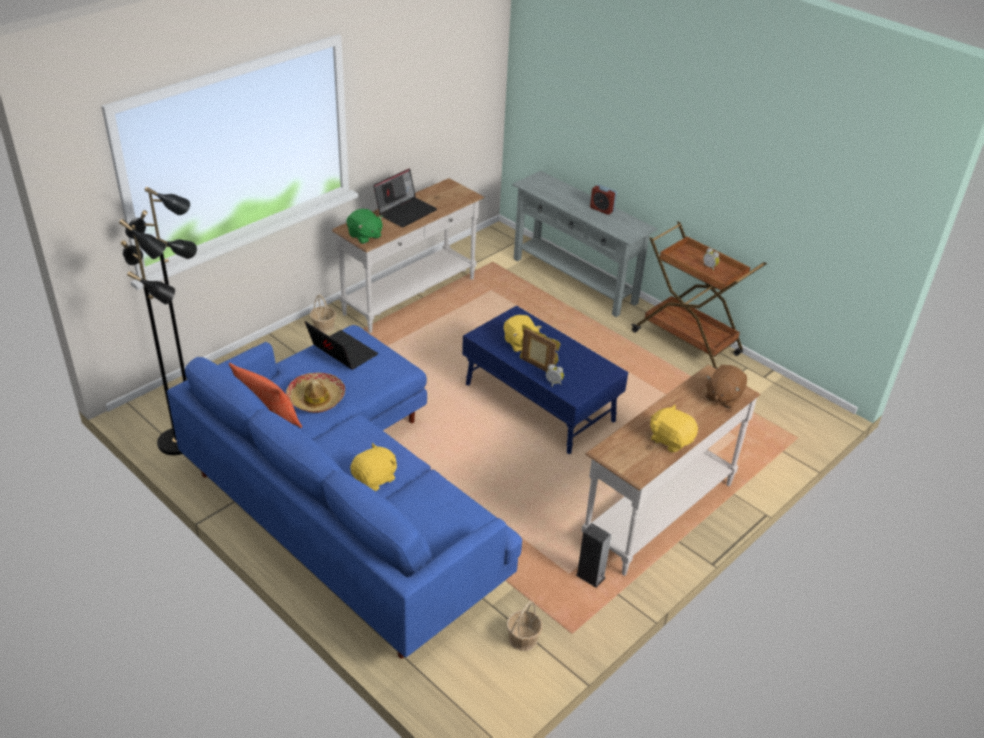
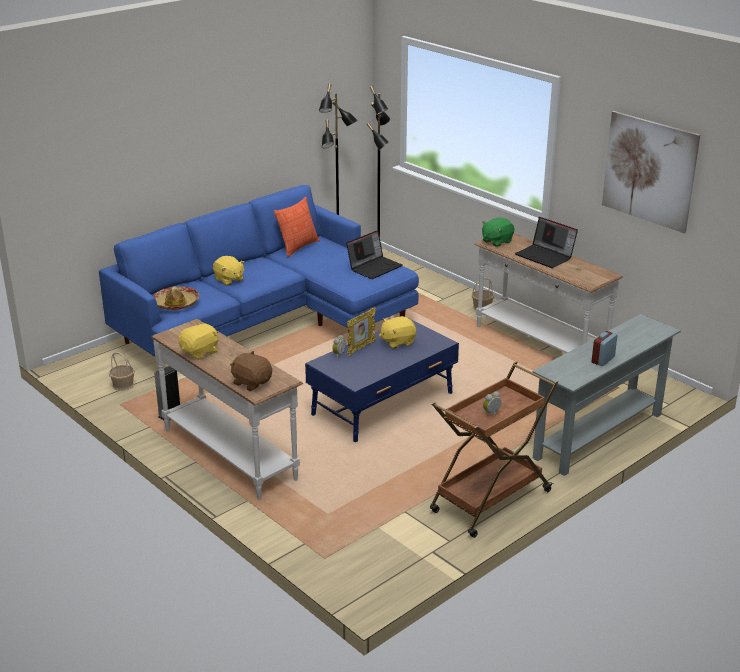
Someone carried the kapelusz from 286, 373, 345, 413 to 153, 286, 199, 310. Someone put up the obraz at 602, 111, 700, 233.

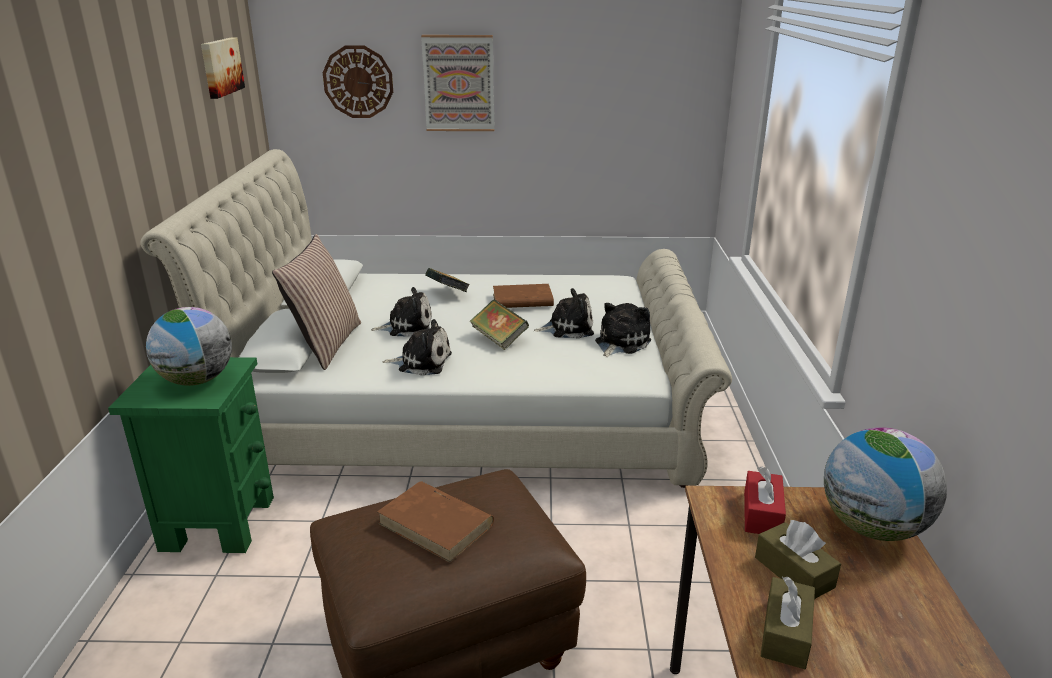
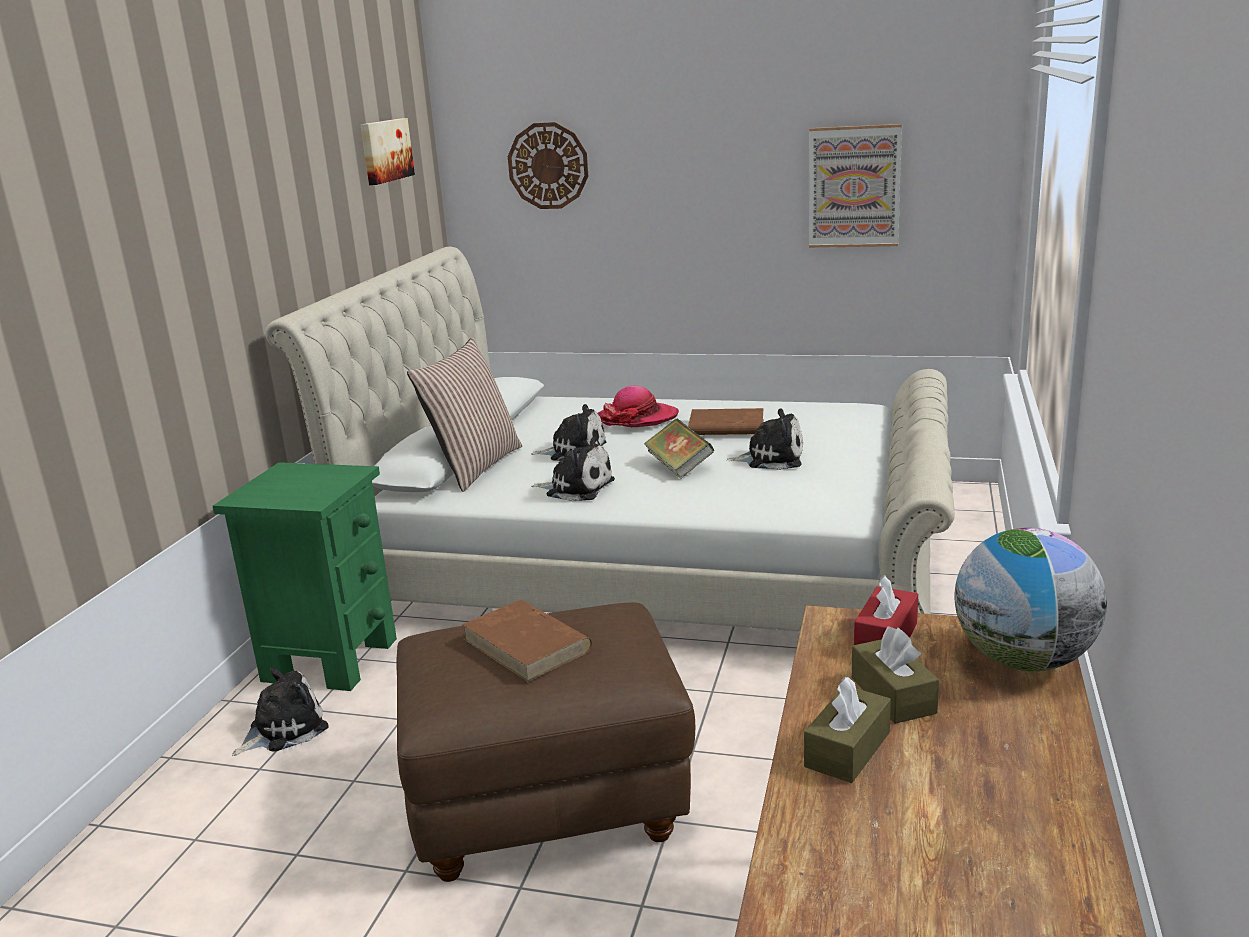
Someone carried the pluszak from 595, 303, 651, 357 to 232, 667, 329, 756. Someone swapped the książka at 425, 268, 470, 292 for the kapelusz at 598, 386, 679, 427. Someone carried the obraz from 421, 35, 495, 131 to 809, 124, 902, 248. Someone took away the globus at 146, 307, 232, 386.

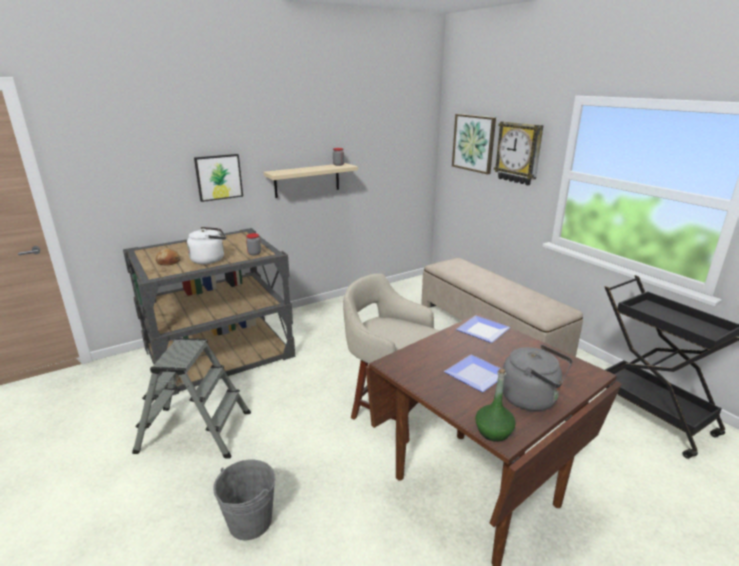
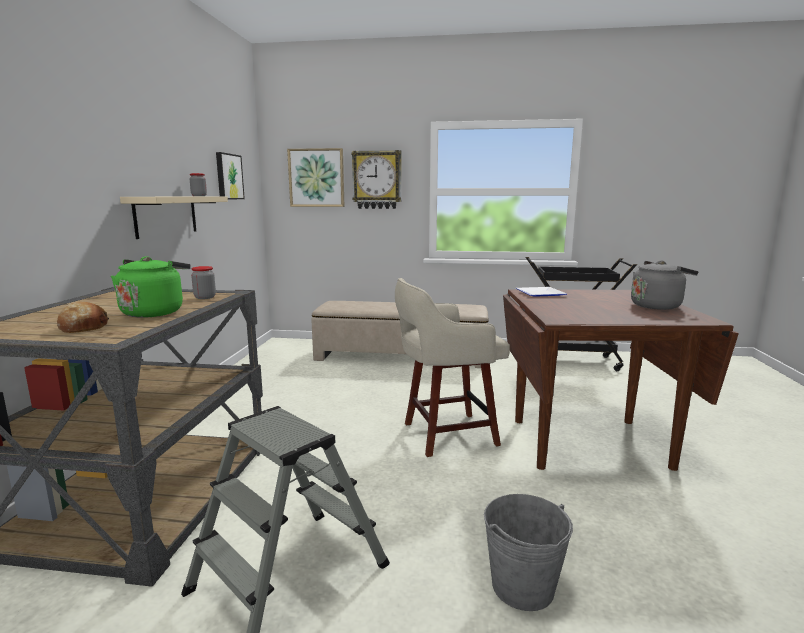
Someone repainted the czajnik (biały) at 187, 227, 226, 264, which became the czajnik (zielony) at 111, 256, 191, 318. Someone carried the obraz from 194, 154, 243, 202 to 216, 152, 245, 200. Someone took away the talerz at 444, 354, 501, 392. Someone took away the butelka (zielony) at 475, 369, 516, 442.

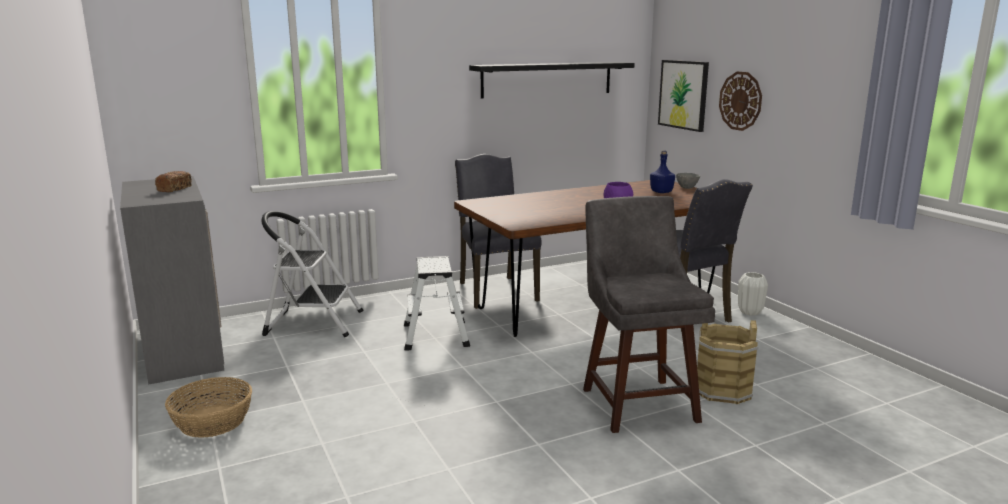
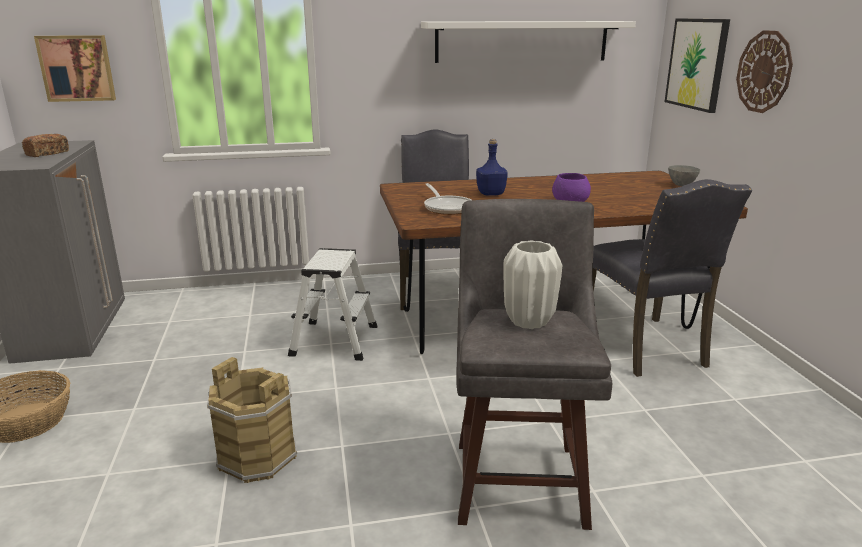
Someone put up the obraz at 34, 35, 116, 102. Someone carried the wiadro (brązowy) from 697, 320, 758, 404 to 207, 357, 297, 483. Someone repainted the półka (czarny) at 469, 62, 635, 99, which became the półka (biały) at 421, 21, 636, 63. Someone put down the patelnia at 424, 183, 471, 215. Someone carried the butelka (niebieski) from 650, 151, 675, 193 to 476, 139, 508, 196. Someone carried the wazon (biały) from 738, 272, 768, 316 to 503, 240, 562, 329. Someone took away the drabinka at 262, 211, 363, 337.

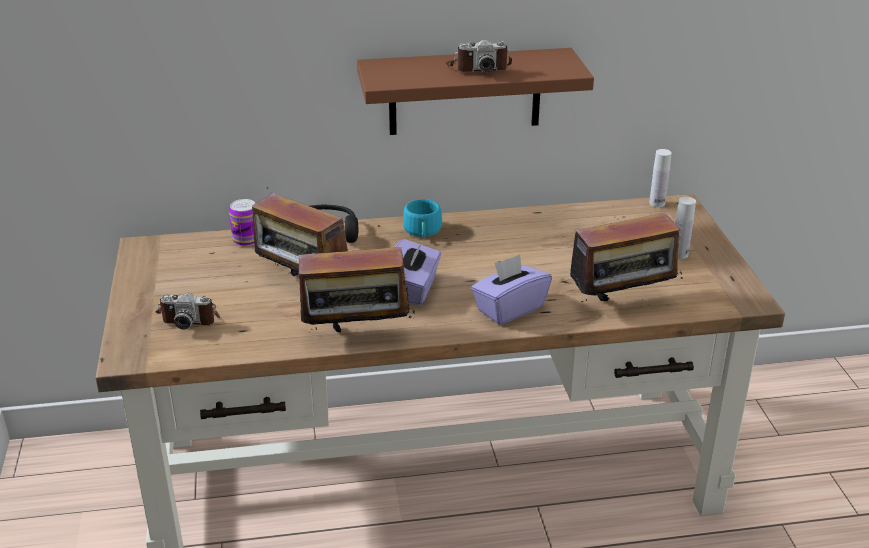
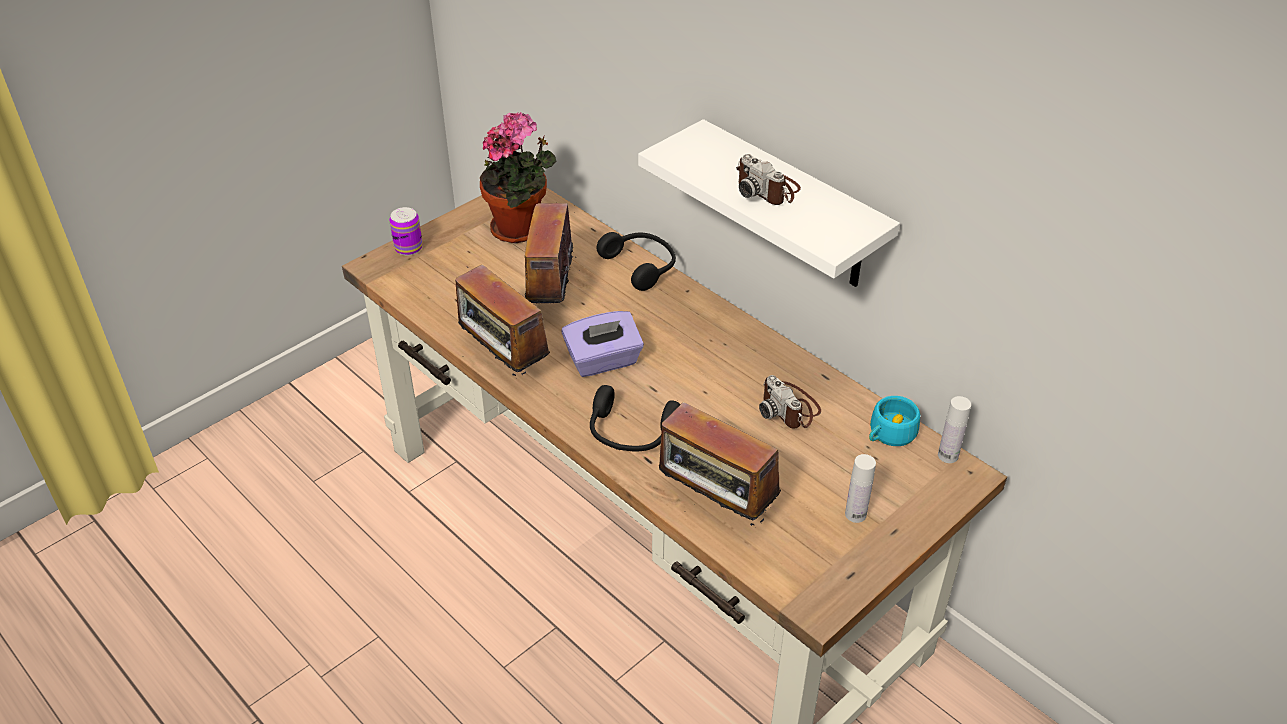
Someone carried the puszka from 229, 199, 255, 246 to 389, 207, 423, 255. Someone put down the roślina doniczkowa at 480, 112, 556, 243. Someone swapped the pudełko chusteczek (fioletowy) at 471, 254, 552, 325 for the słuchawki (czarny) at 590, 385, 680, 451. Someone repainted the półka (brązowy) at 357, 48, 594, 135, which became the półka (biały) at 638, 119, 900, 287. Someone carried the aparat fotograficzny from 155, 293, 220, 329 to 759, 375, 821, 429. Someone carried the filiżanka (turkusowy) from 403, 199, 442, 237 to 869, 396, 920, 446.

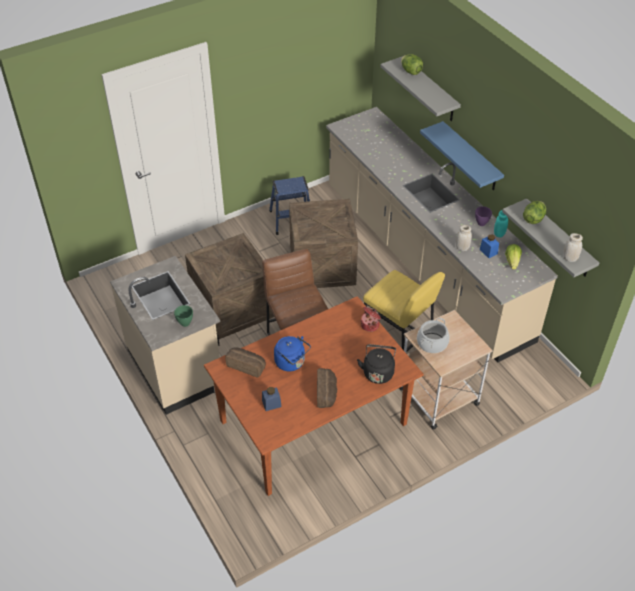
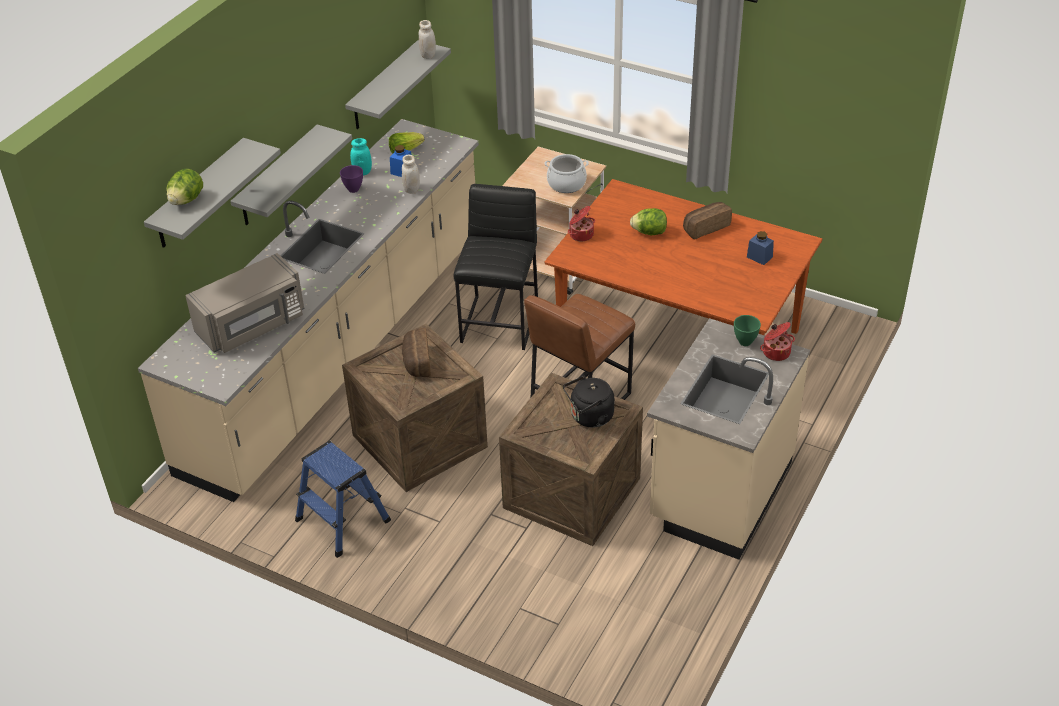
Someone put down the mikrofalówka (szary) at 185, 253, 304, 353. Someone repainted the półka (niebieski) at 420, 121, 504, 190, which became the półka (szary) at 230, 124, 352, 225. Someone carried the chleb from 225, 347, 266, 378 to 402, 328, 431, 377. Someone repainted the krzesło (żółty) at 363, 270, 445, 353, which became the krzesło (czarny) at 454, 184, 538, 350. Someone carried the czajnik (czarny) from 357, 344, 396, 384 to 563, 375, 614, 428. Someone carried the sałata from 523, 201, 546, 224 to 630, 208, 667, 235. Someone put down the garnek at 760, 322, 795, 361. Someone took away the czajnik (niebieski) at 274, 336, 311, 371.

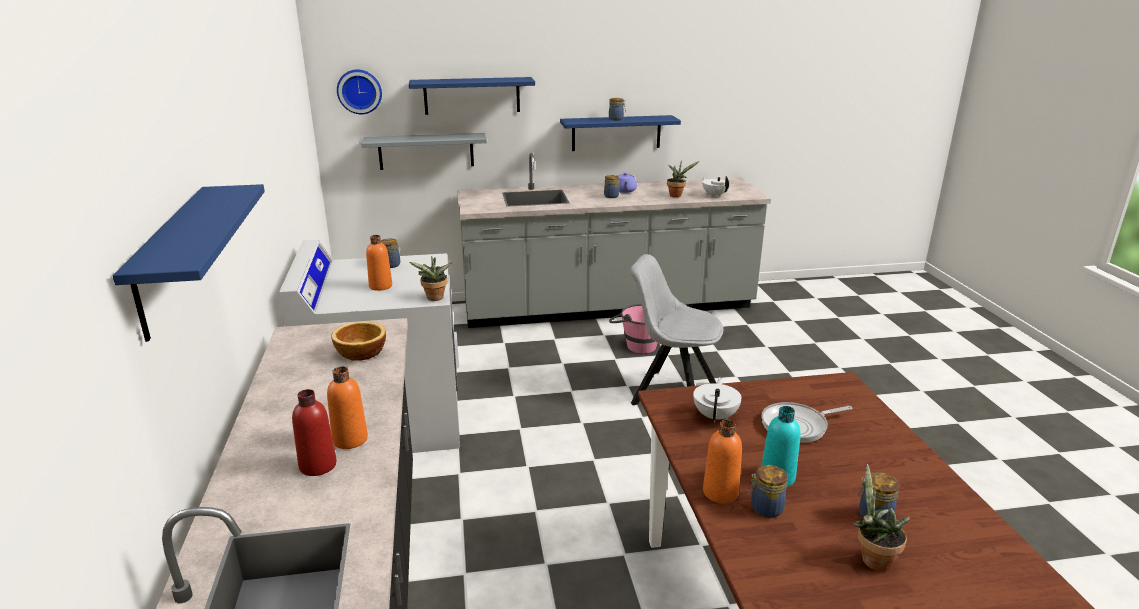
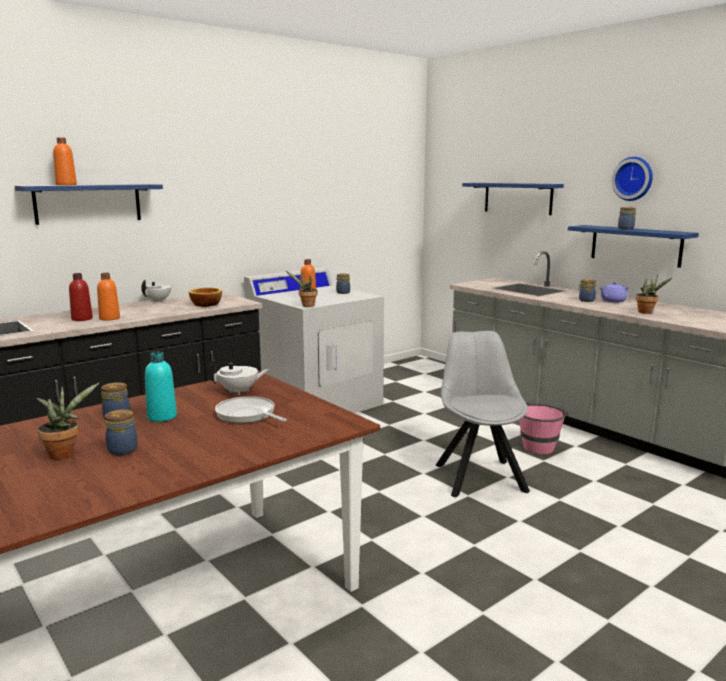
Someone carried the butelka (pomarańczowy) from 703, 420, 742, 503 to 53, 137, 77, 185. Someone carried the imbryk (biały) from 703, 176, 729, 197 to 141, 280, 173, 303. Someone carried the zegar ścienny from 337, 70, 382, 114 to 612, 157, 653, 201. Someone took away the półka (szary) at 362, 133, 487, 170.

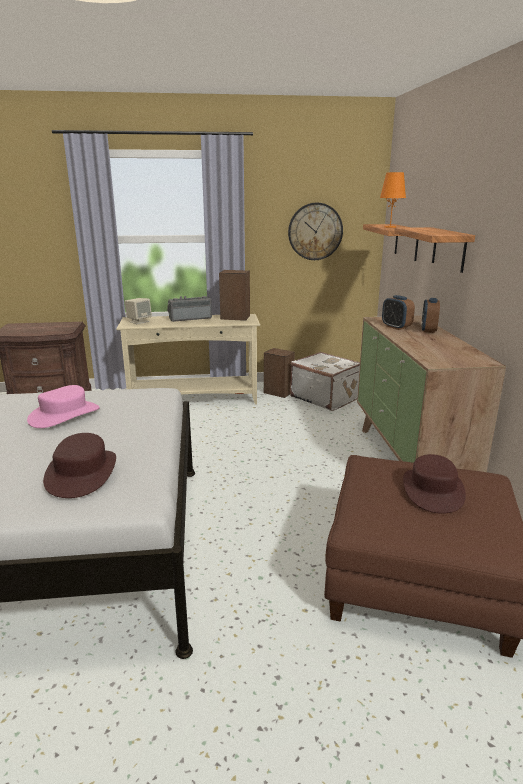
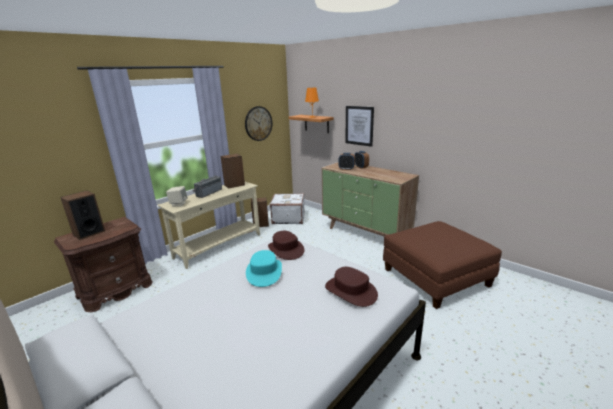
Someone put down the głośnik at 60, 191, 105, 240. Someone repainted the kapelusz (różowy) at 27, 385, 100, 428, which became the kapelusz (turkusowy) at 246, 250, 282, 287. Someone carried the kapelusz (brązowy) from 403, 454, 466, 514 to 268, 231, 305, 260. Someone swapped the półka at 394, 227, 475, 273 for the obraz at 345, 106, 374, 147.

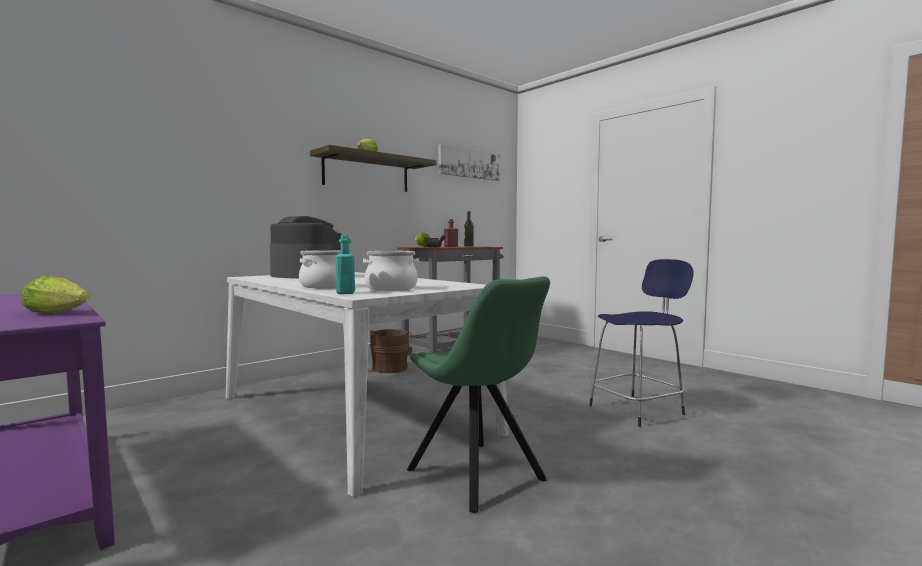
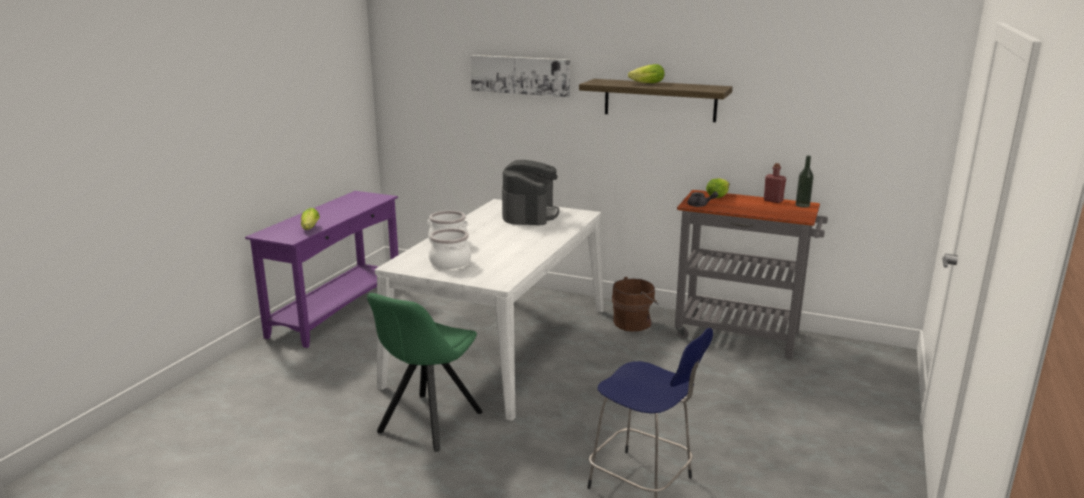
Someone carried the obraz from 438, 144, 500, 181 to 471, 55, 570, 97. Someone took away the butelka (turkusowy) at 335, 234, 355, 294.

